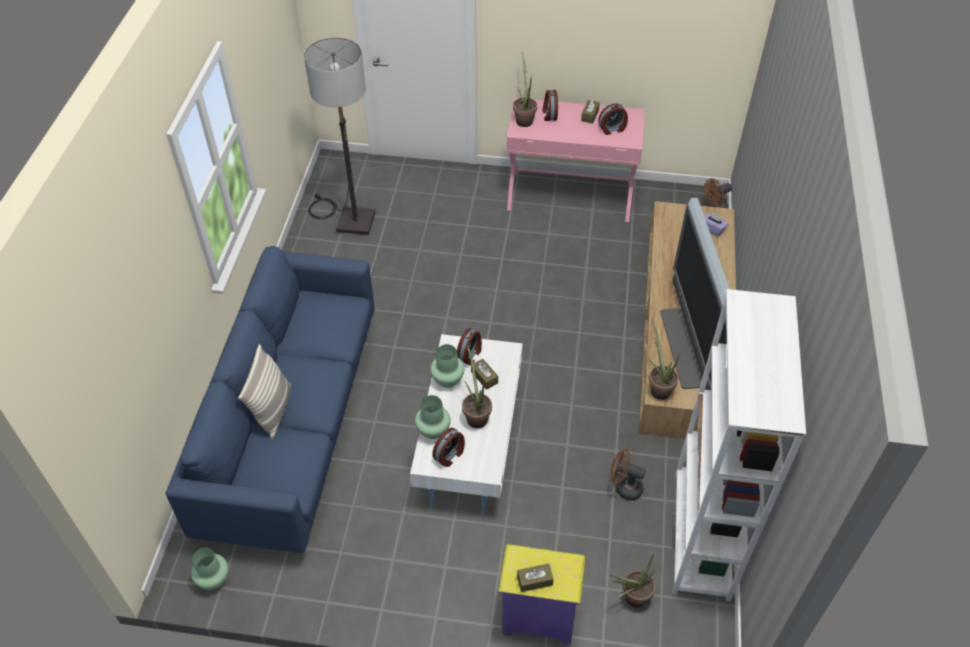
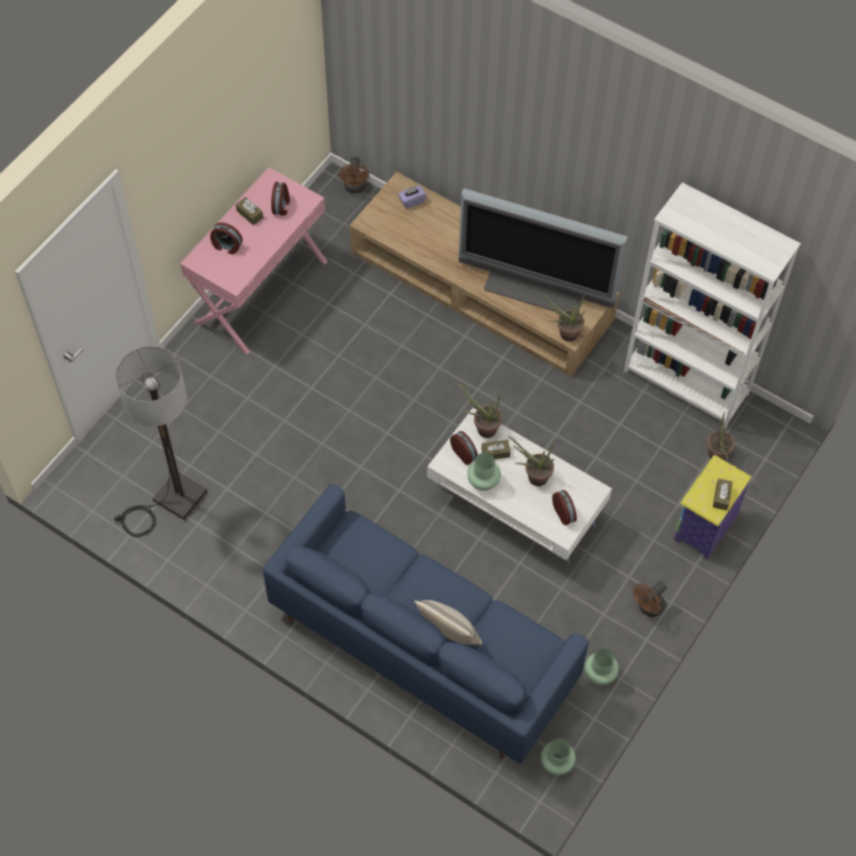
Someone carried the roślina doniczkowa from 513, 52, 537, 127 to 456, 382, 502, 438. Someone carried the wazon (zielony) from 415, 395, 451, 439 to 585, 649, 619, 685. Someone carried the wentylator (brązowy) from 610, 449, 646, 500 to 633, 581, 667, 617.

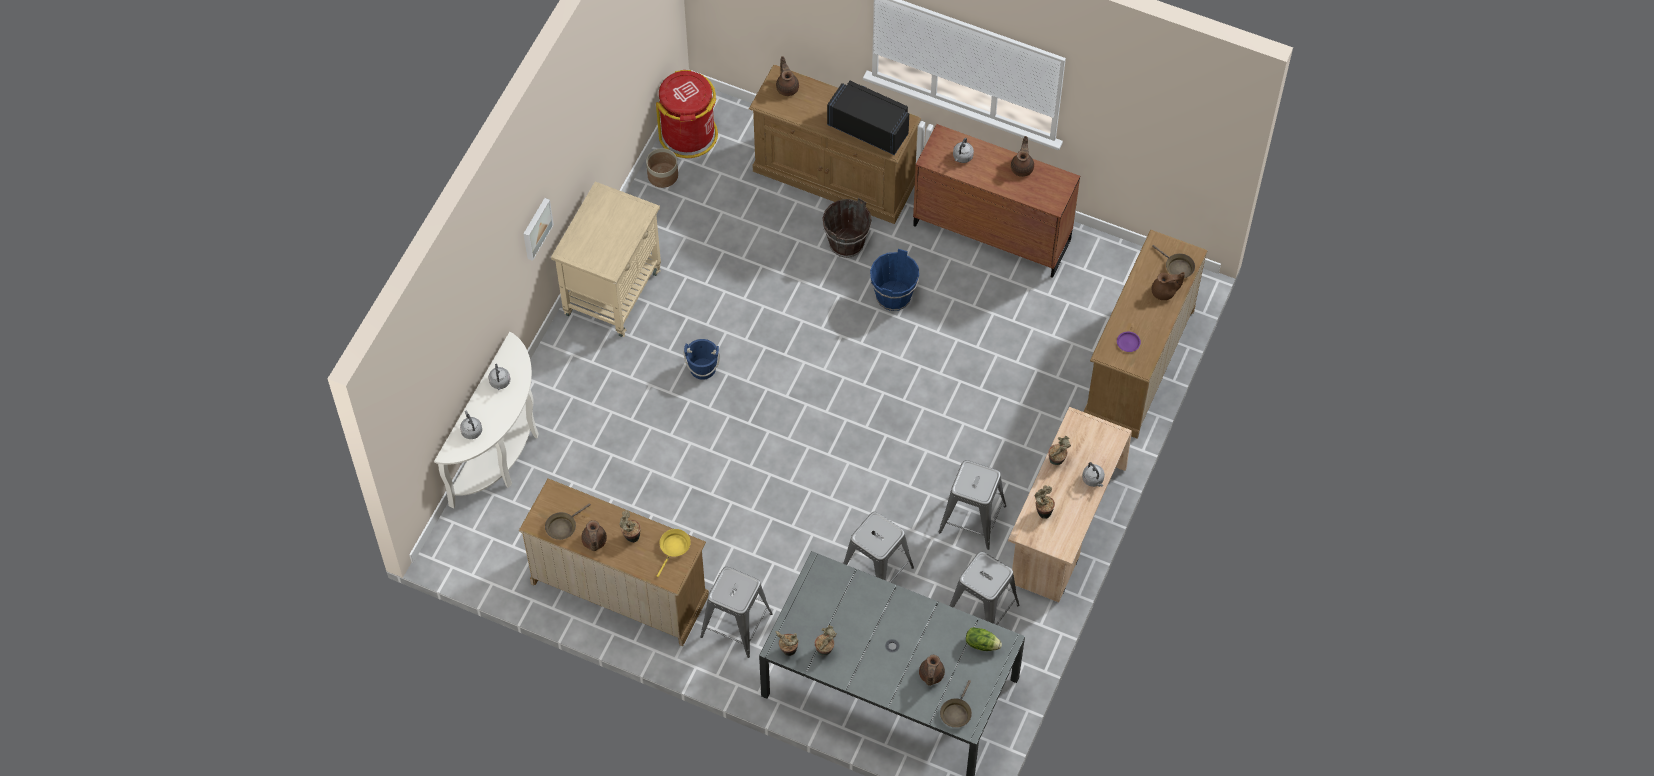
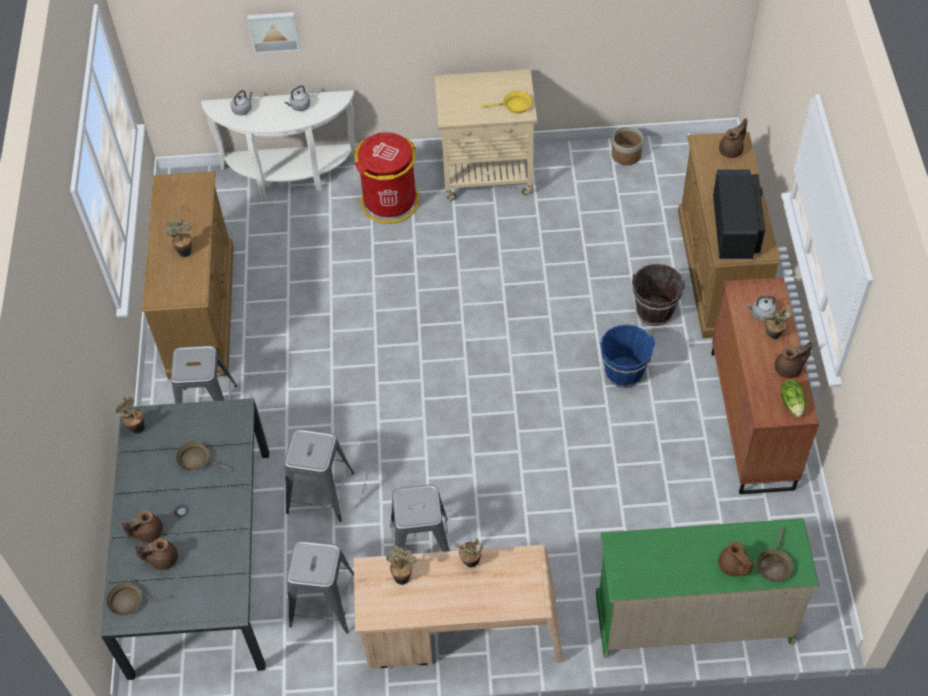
Someone carried the imbryk (brązowy) from 581, 520, 607, 551 to 122, 510, 163, 543. Someone carried the patelnia (brązowy) from 545, 503, 591, 540 to 176, 442, 233, 471. Someone carried the obraz from 524, 198, 554, 261 to 247, 12, 300, 54. Someone carried the kosz na śmieci (czerwony) from 656, 70, 718, 158 to 354, 132, 420, 224. Someone carried the patelnia (żółty) from 657, 529, 691, 577 to 481, 91, 532, 113. Someone repainted the szafka (brązowy) at 1083, 229, 1208, 439, which became the szafka (zielony) at 596, 518, 819, 658. Someone carried the roślina doniczkowa from 815, 625, 837, 655 to 763, 307, 792, 339. Someone carried the sałata from 966, 627, 1002, 651 to 780, 379, 806, 417. Someone took away the wiadro (niebieski) at 683, 339, 720, 380. Someone took away the czajnik (szary) at 1082, 462, 1105, 487. Someone took away the talerz (fioletowy) at 1117, 332, 1141, 352.

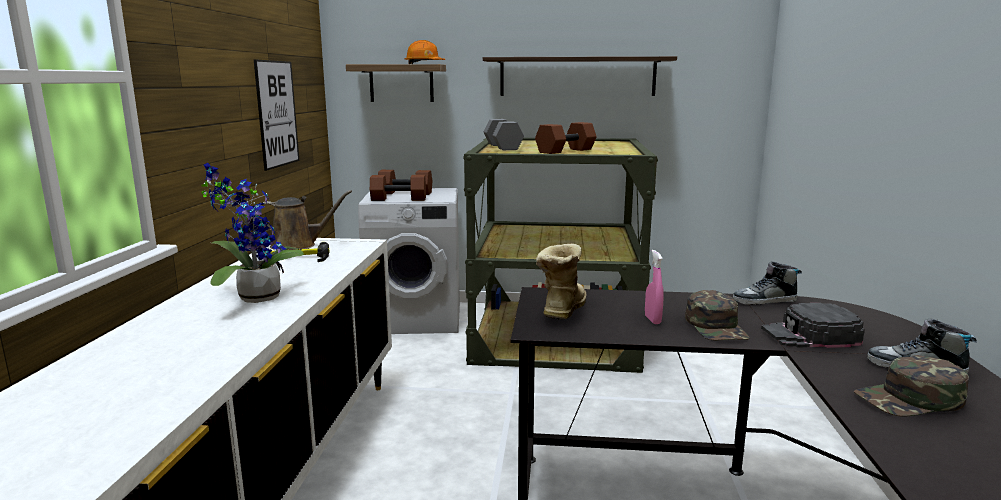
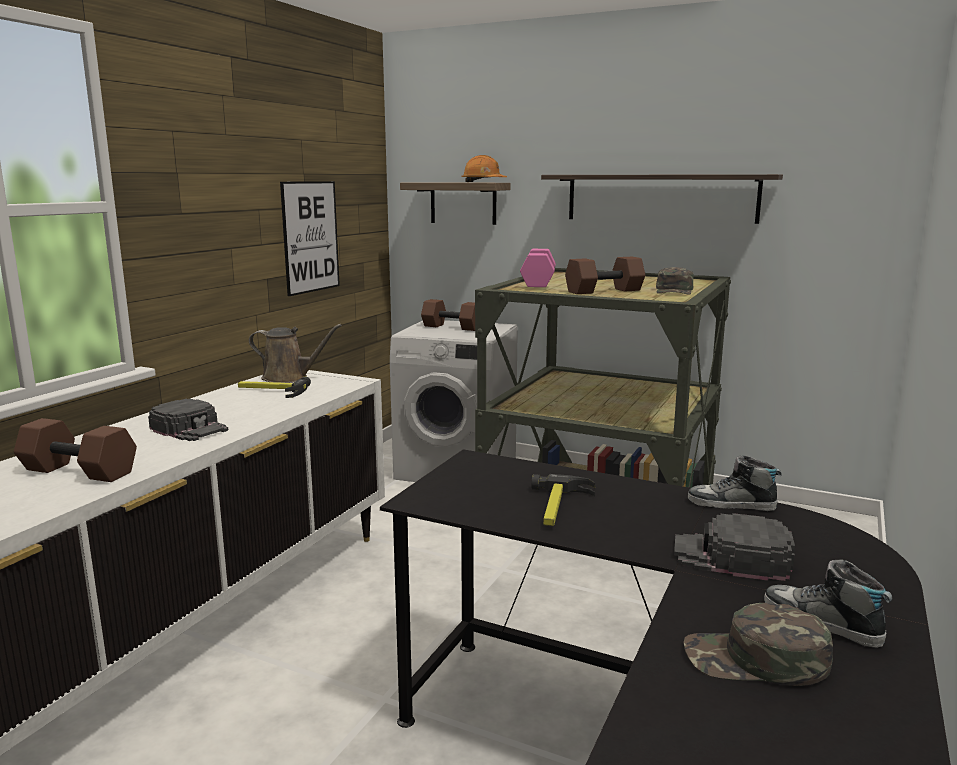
Someone carried the hantel (brązowy) from 370, 175, 426, 201 to 14, 418, 137, 482. Someone swapped the roślina doniczkowa at 201, 163, 304, 303 for the czapka z daszkiem (czarny) at 148, 399, 228, 441. Someone repainted the hantel (szary) at 484, 119, 524, 150, which became the hantel (różowy) at 520, 249, 556, 287. Someone swapped the spryskiwacz (różowy) at 645, 250, 664, 324 for the młotek at 531, 474, 595, 526. Someone carried the czapka z daszkiem (zielony) from 685, 290, 749, 341 to 656, 267, 693, 295. Someone took away the but z cholewką at 536, 244, 586, 320.

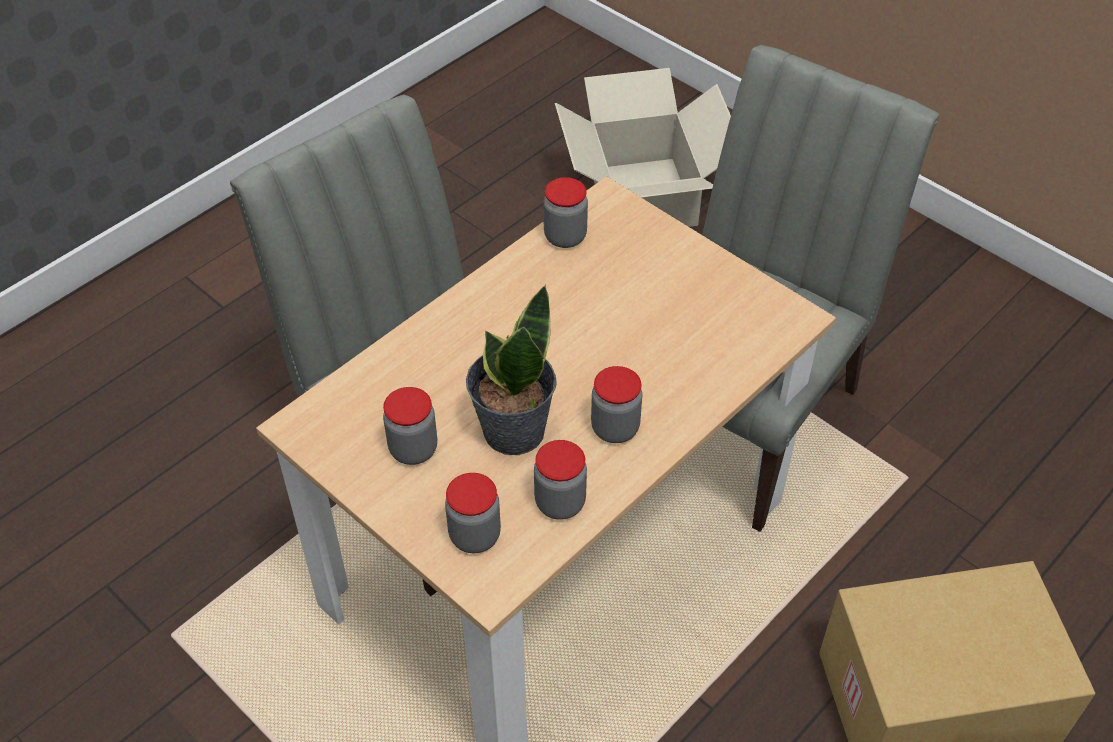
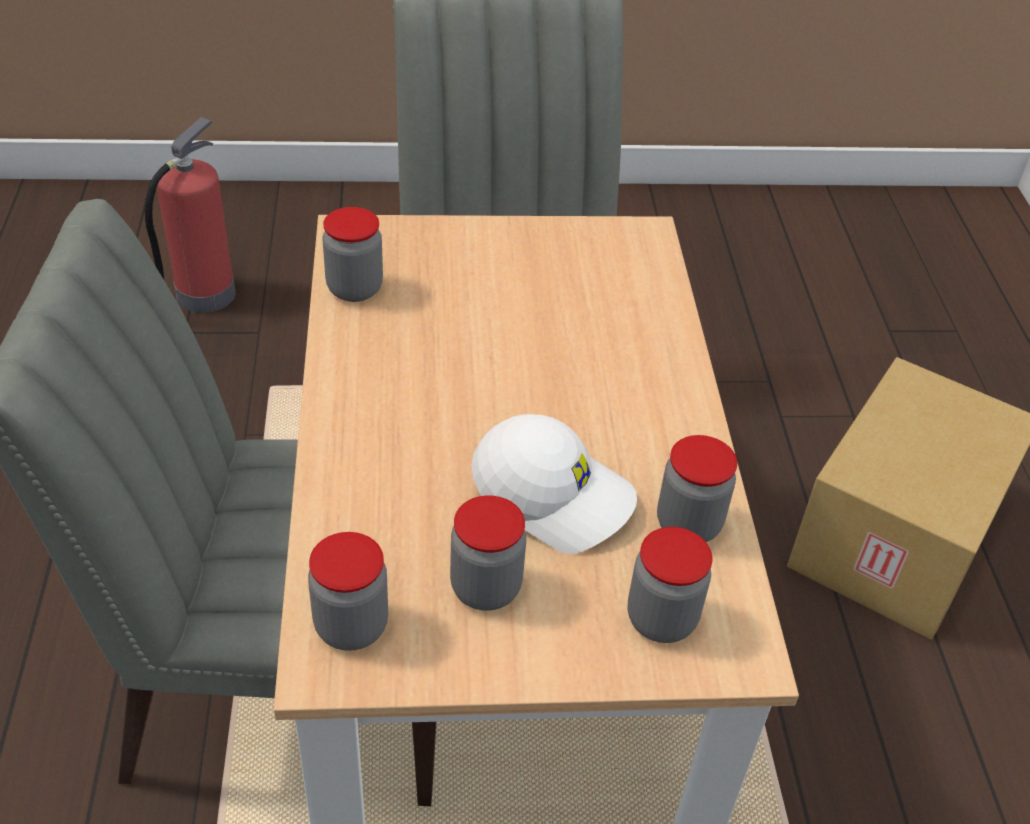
Someone swapped the karton at 555, 68, 731, 227 for the gaśnica at 145, 117, 236, 313. Someone carried the słoik from 591, 366, 643, 443 to 308, 532, 388, 651. Someone swapped the roślina doniczkowa at 466, 285, 557, 455 for the czapka z daszkiem (biały) at 472, 414, 637, 554.

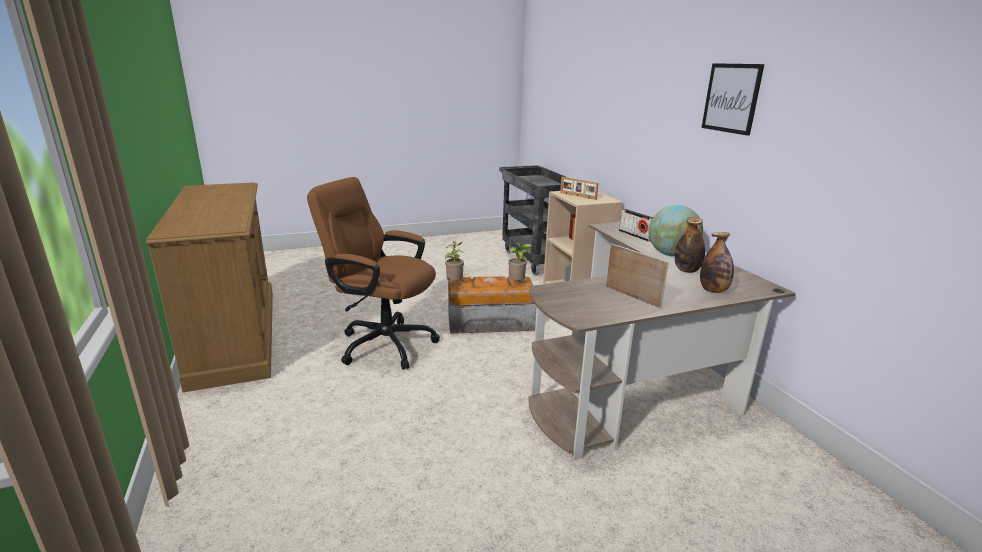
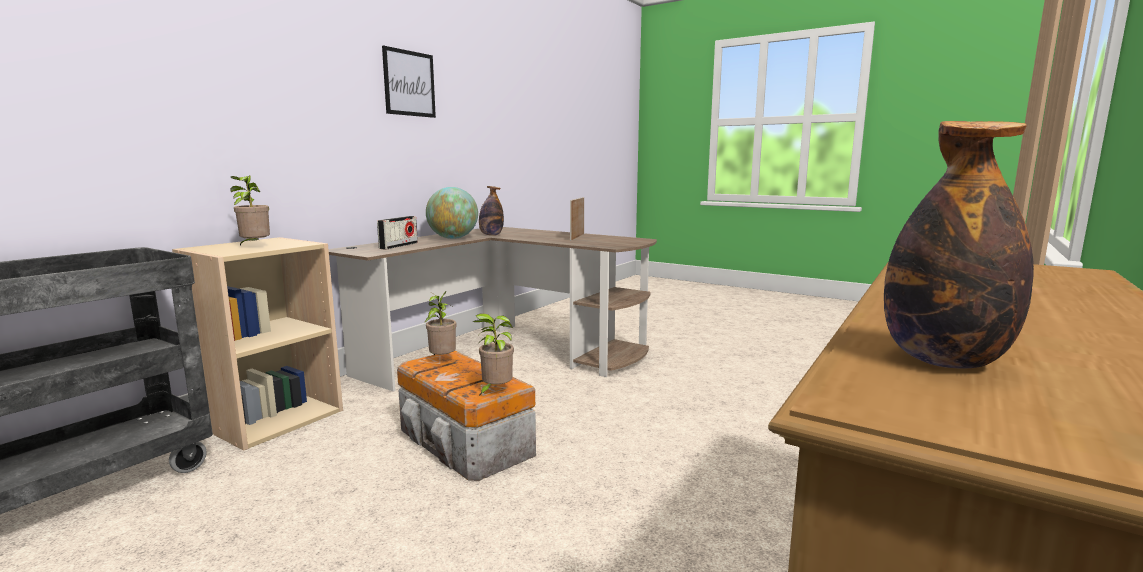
Someone swapped the ramka na zdjęcie at 560, 177, 599, 200 for the roślina doniczkowa at 230, 175, 270, 246. Someone carried the butelka from 700, 232, 734, 293 to 884, 121, 1034, 368. Someone took away the krzesło biurowe (brązowy) at 307, 177, 440, 370.

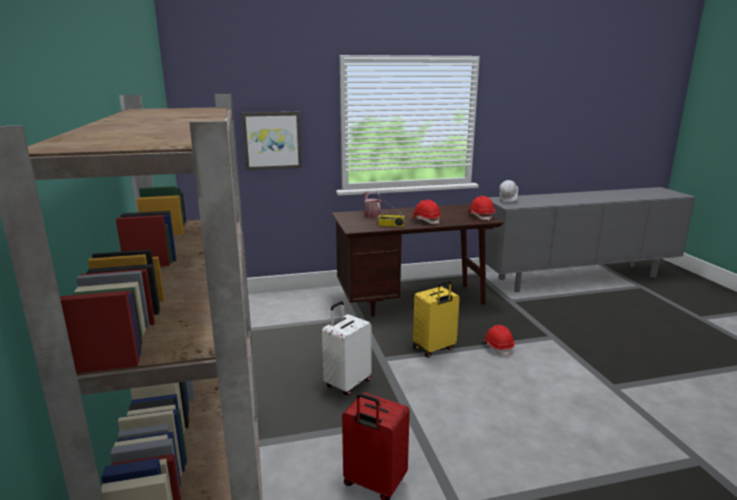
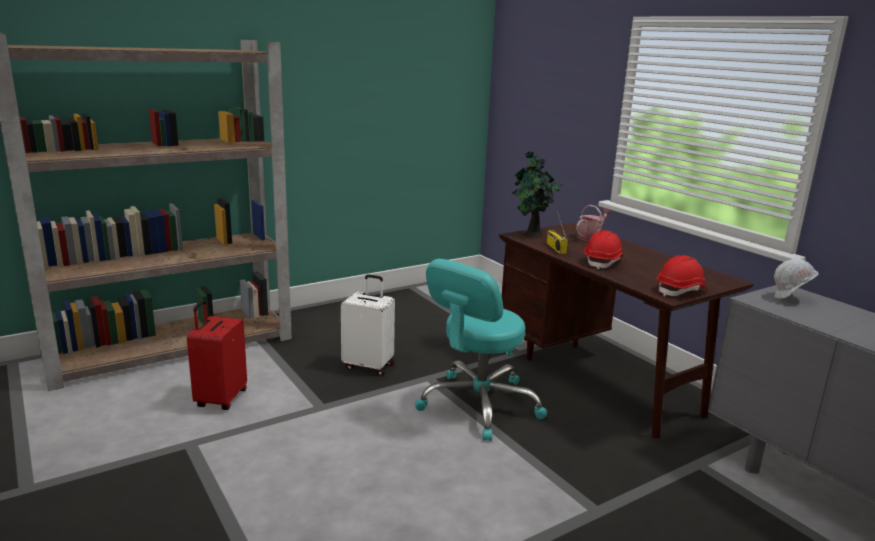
Someone swapped the walizka (żółty) at 413, 280, 460, 358 for the krzesło biurowe (turkusowy) at 415, 259, 547, 441. Someone put down the roślina doniczkowa at 511, 150, 563, 237. Someone took away the obraz at 241, 112, 302, 170. Someone took away the kask (czerwony) at 483, 325, 515, 356.

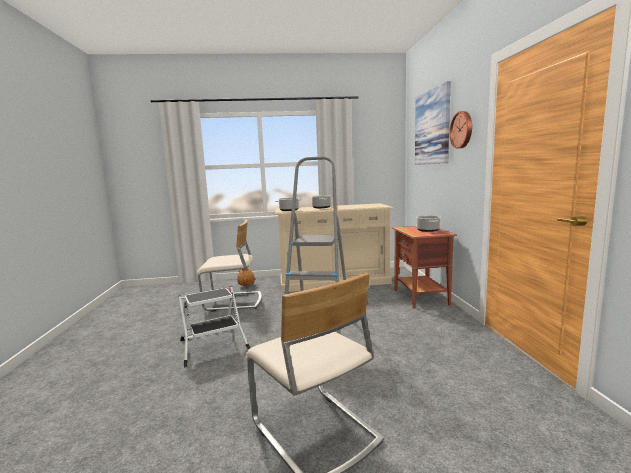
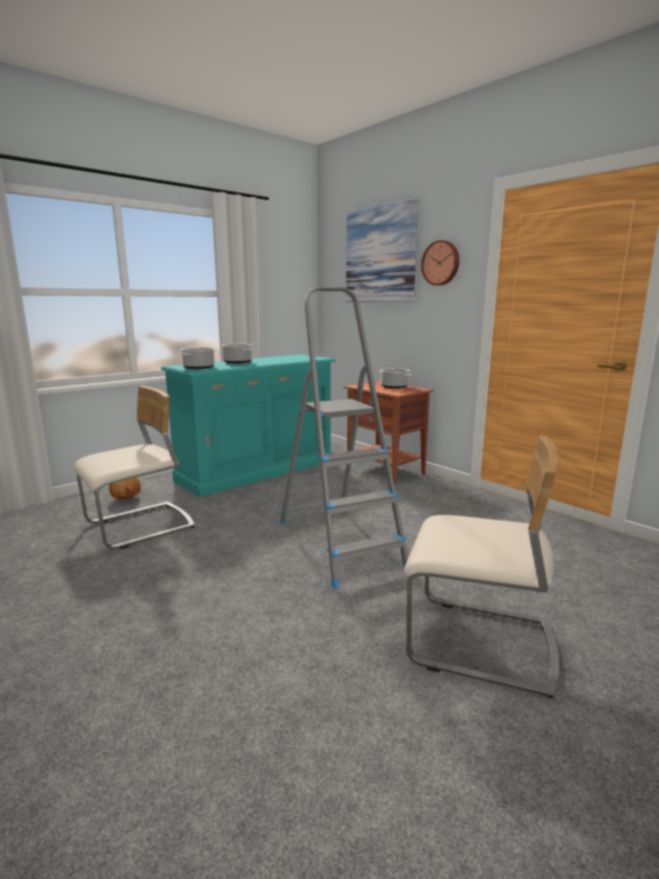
Someone repainted the szafka (beżowy) at 275, 203, 393, 292, which became the szafka (turkusowy) at 161, 355, 336, 497. Someone took away the drabinka at 178, 286, 250, 367.

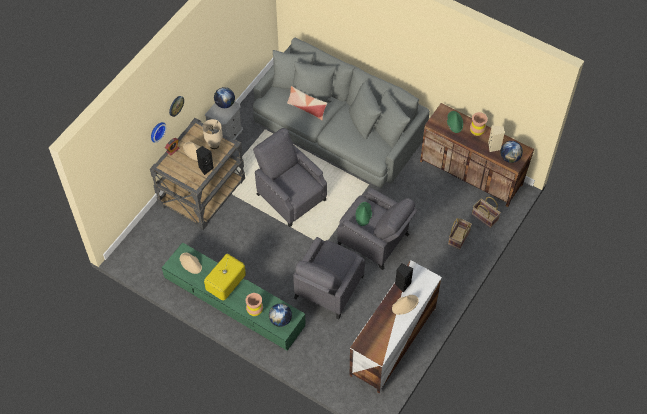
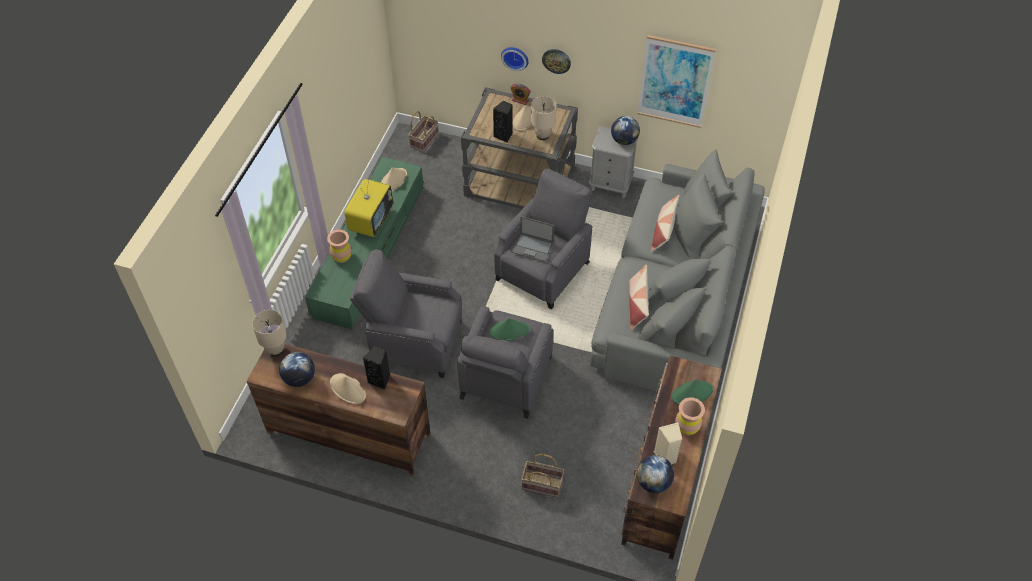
Someone repainted the szafka (biały) at 350, 260, 442, 393, which became the szafka (brązowy) at 246, 344, 430, 476. Someone put down the lampa stołowa (beżowy) at 252, 310, 286, 356. Someone carried the globus from 269, 303, 292, 327 to 279, 352, 315, 387. Someone rotated the telewizor at 204, 254, 246, 301 by 90 degrees clockwise. Someone carried the koszyk from 472, 197, 501, 228 to 408, 111, 439, 152. Someone put down the laptop at 512, 216, 554, 262. Someone put down the poduszka at 629, 264, 649, 330. Someone put up the obraz at 638, 35, 716, 128.

